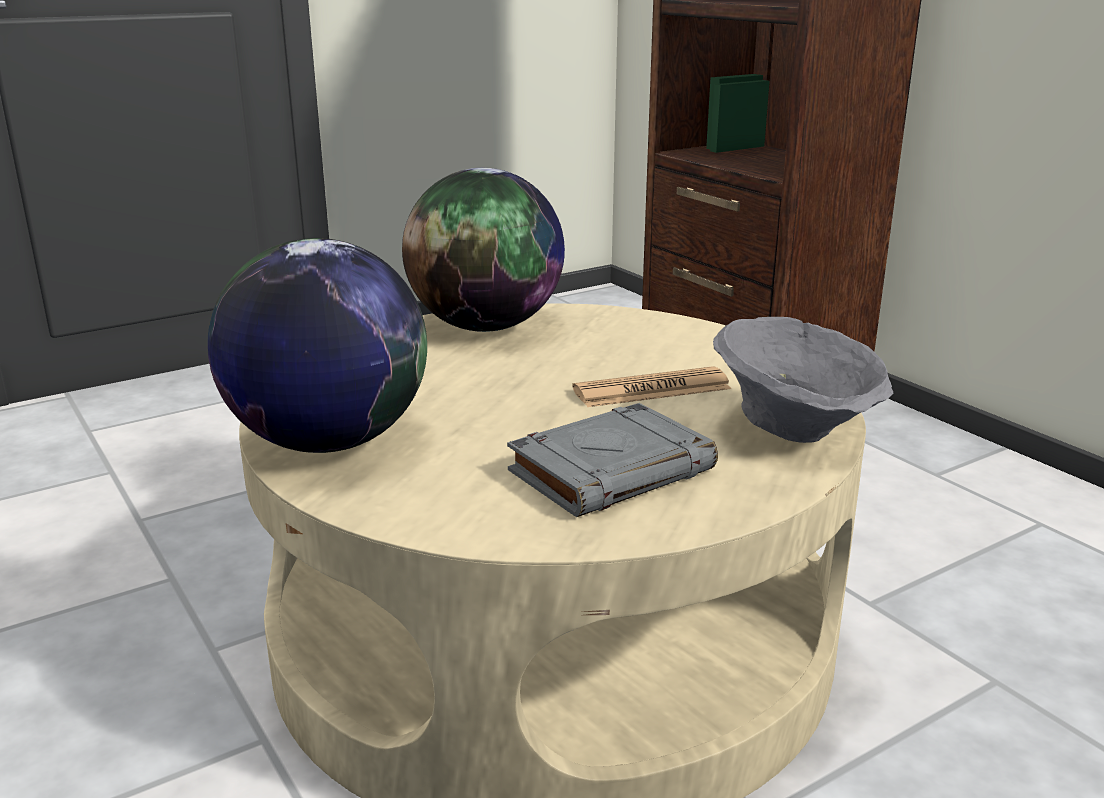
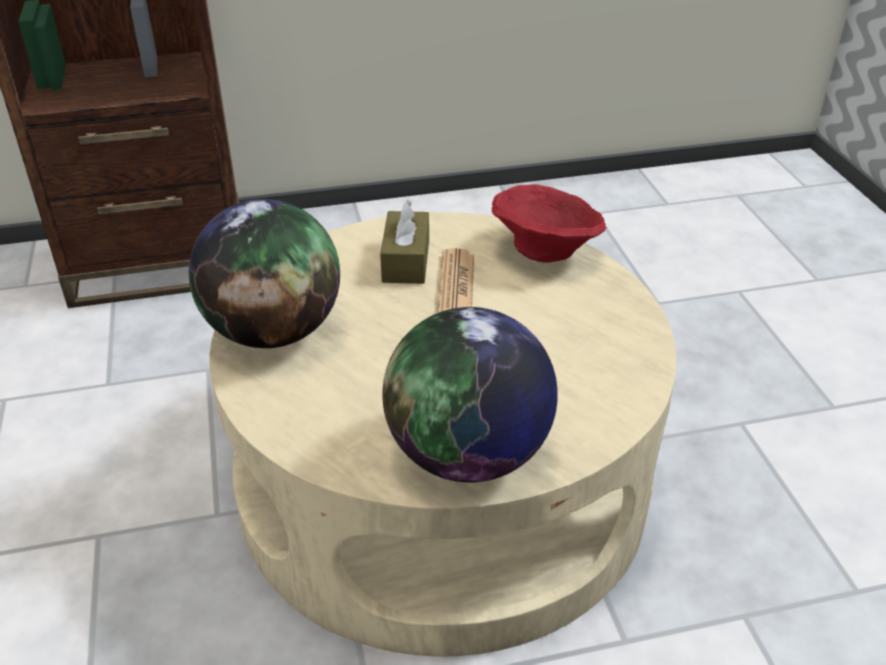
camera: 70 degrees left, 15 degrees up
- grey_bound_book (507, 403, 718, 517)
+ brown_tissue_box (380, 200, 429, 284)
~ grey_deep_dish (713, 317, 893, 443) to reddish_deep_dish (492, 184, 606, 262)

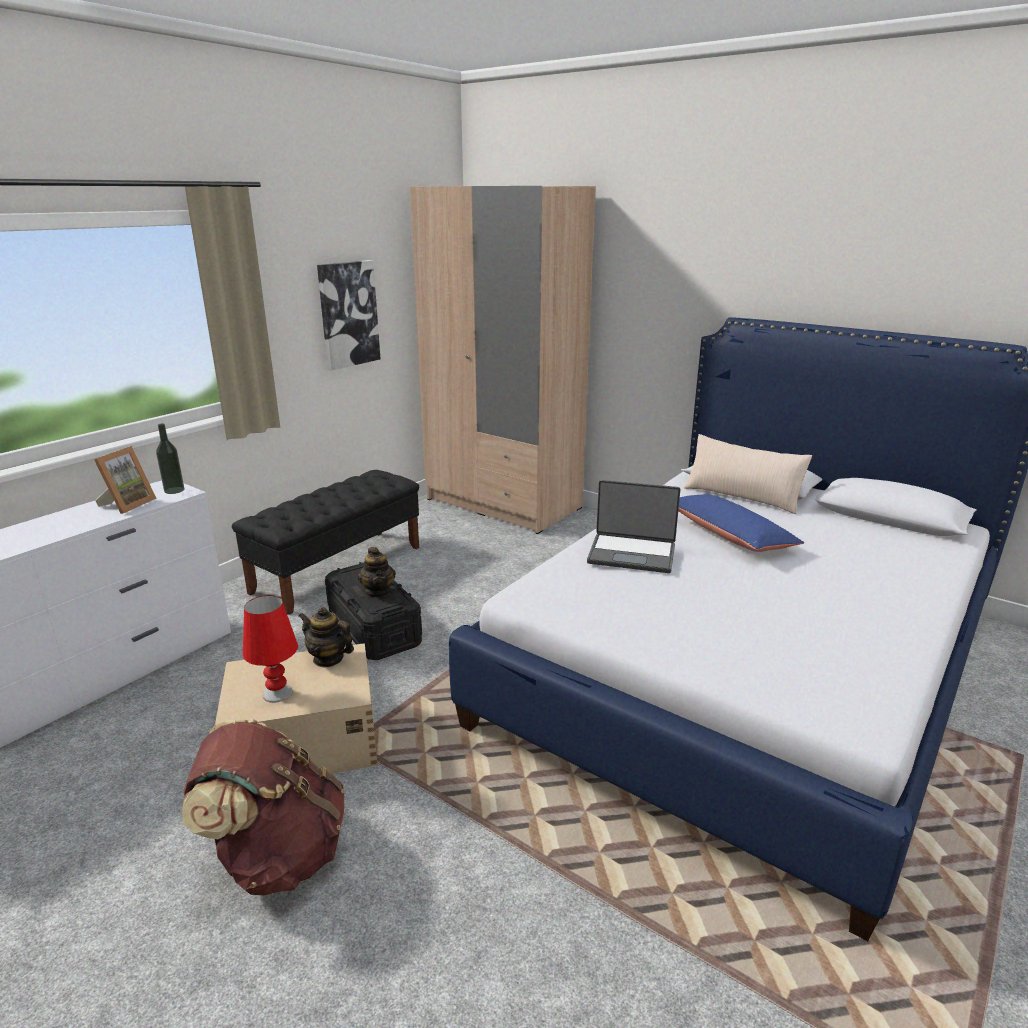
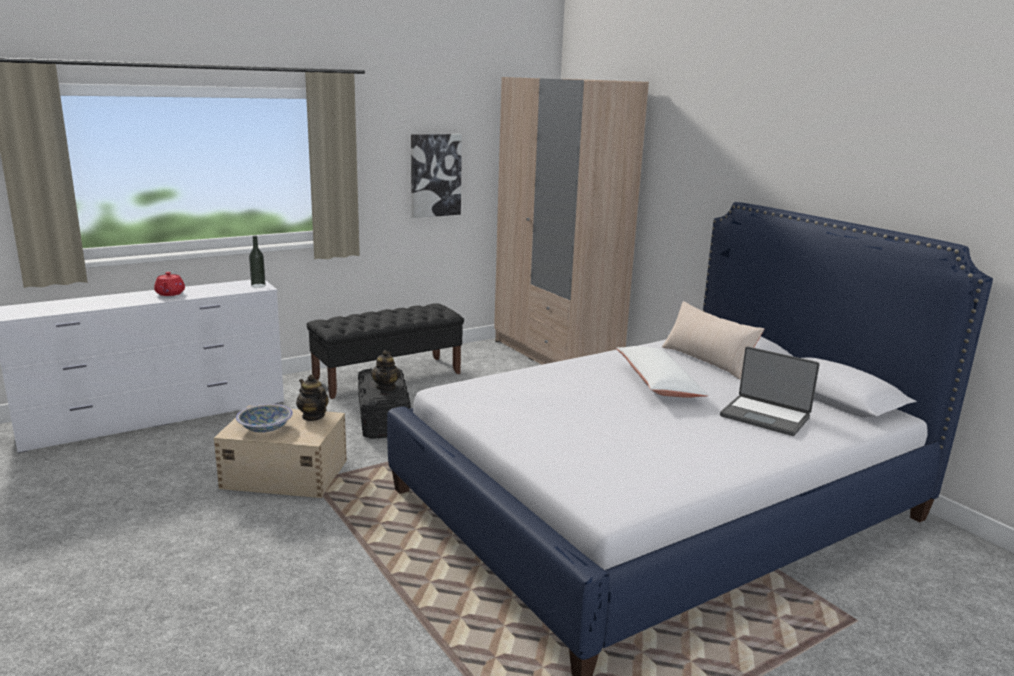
camera: 20 degrees right, 5 degrees down
- standing_frame (94, 446, 157, 514)
- brown_backpack (182, 719, 345, 895)
+ reddish_tea_pot (154, 272, 185, 296)
~ notebook_computer (587, 480, 681, 573) to (720, 347, 820, 436)
~ reddish_tabletop_lamp (243, 595, 298, 703) to deep_dish (236, 404, 293, 433)
~ blue_throw_pillow (678, 494, 804, 552) to whitish_throw_pillow (616, 346, 709, 398)

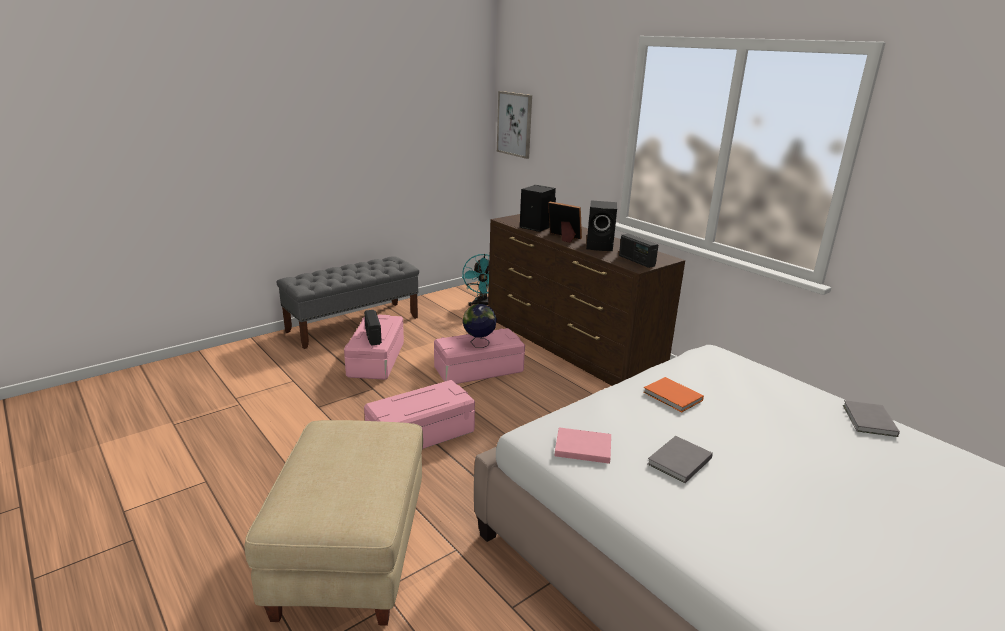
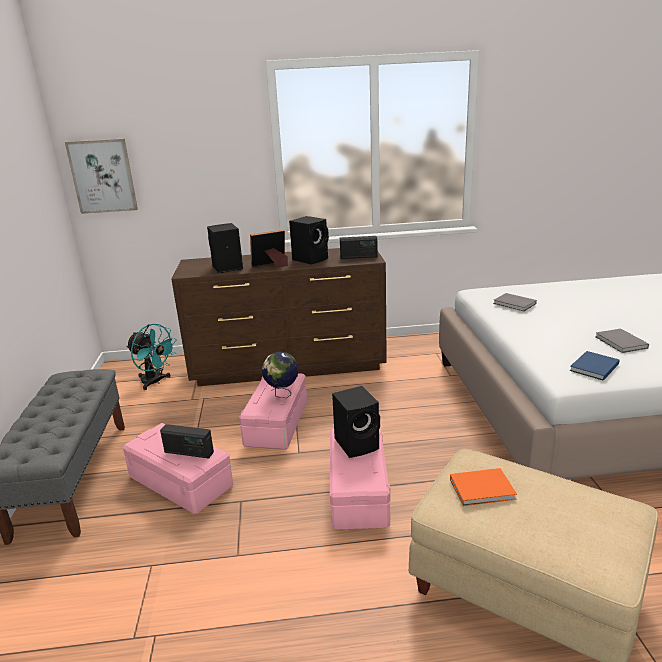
camera: 55 degrees left, 0 degrees up
+ blackish_audio_speaker (332, 386, 380, 458)
~ orangey_bound_book (643, 377, 704, 412) to (450, 468, 517, 506)
~ grey_bound_book (843, 400, 900, 437) to (493, 293, 537, 311)
~ pink_bound_book (555, 427, 611, 464) to blue_bound_book (570, 351, 620, 381)

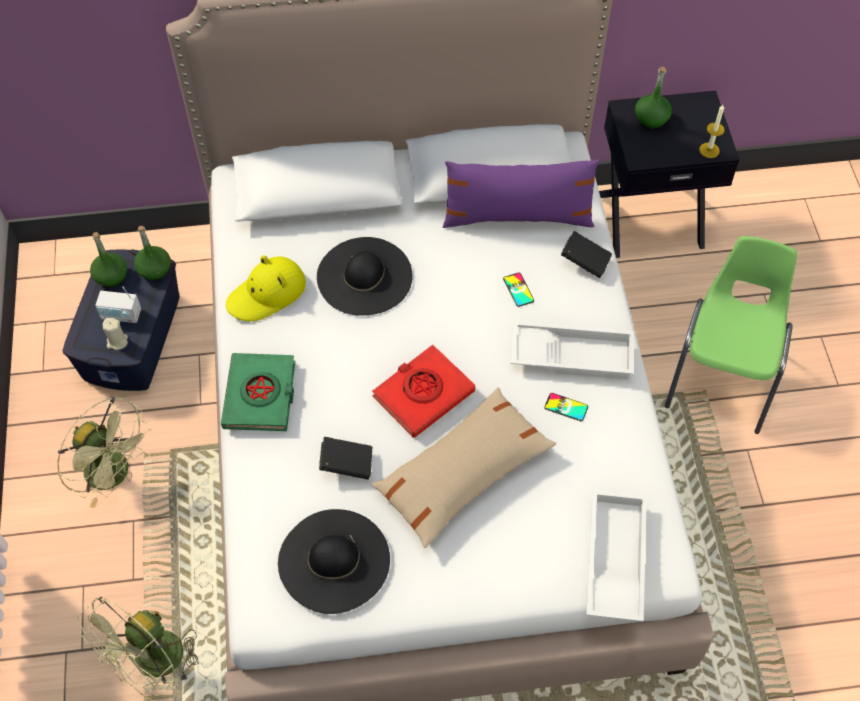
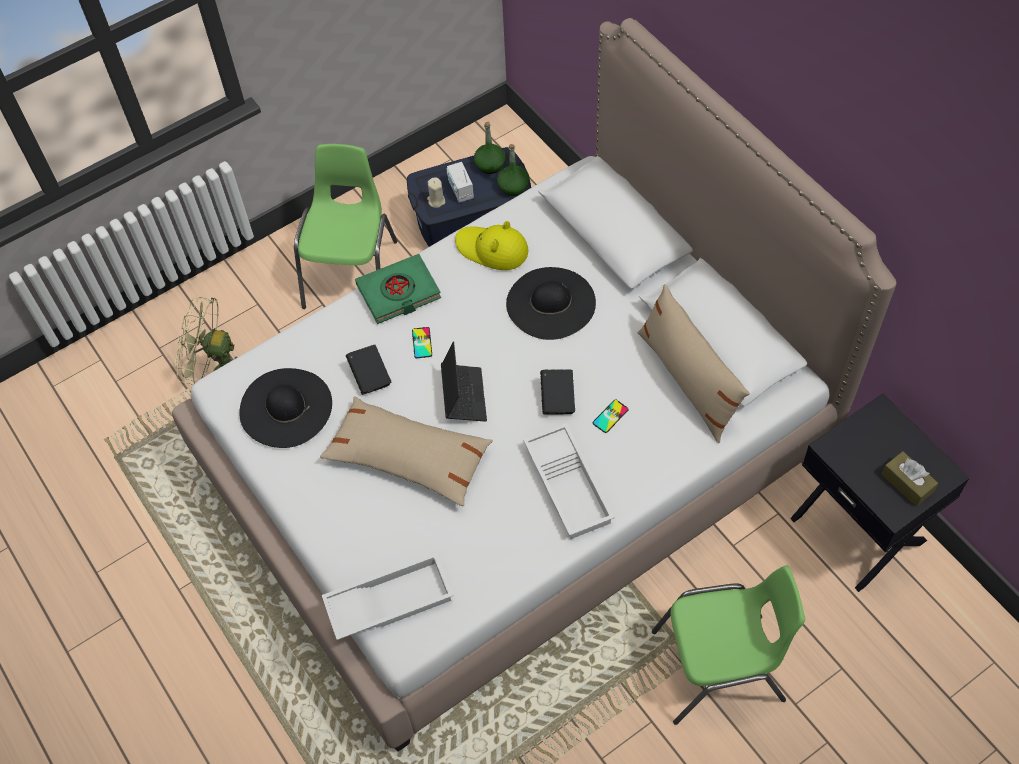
camera: 65 degrees right, 0 degrees up
- greenish_beverage_bottle (635, 67, 672, 129)
- wax_light (699, 105, 725, 158)
+ brown_tissue_box (882, 451, 938, 507)
~ telephone (544, 393, 588, 421) to (412, 327, 432, 358)
~ blackish_bound_book (561, 231, 612, 278) to (540, 370, 575, 415)
~ greenish_electric_fan (58, 397, 152, 508) to greenish_plain_chair (294, 144, 398, 309)
~ reddish_bound_book (372, 345, 475, 438) to notebook_computer (441, 341, 487, 421)
~ purple-coloured_throw_pillow (443, 159, 600, 228) to sand-coloured_throw_pillow (638, 284, 750, 443)

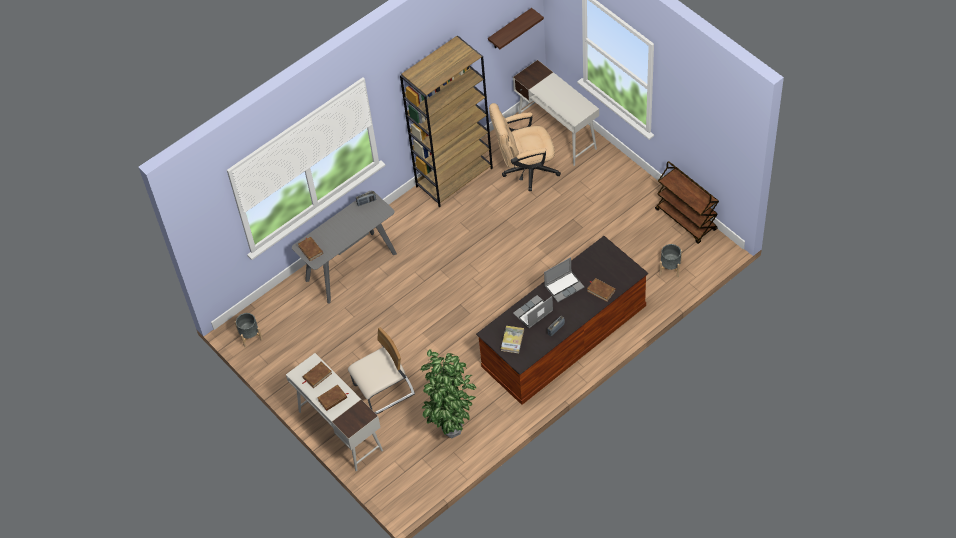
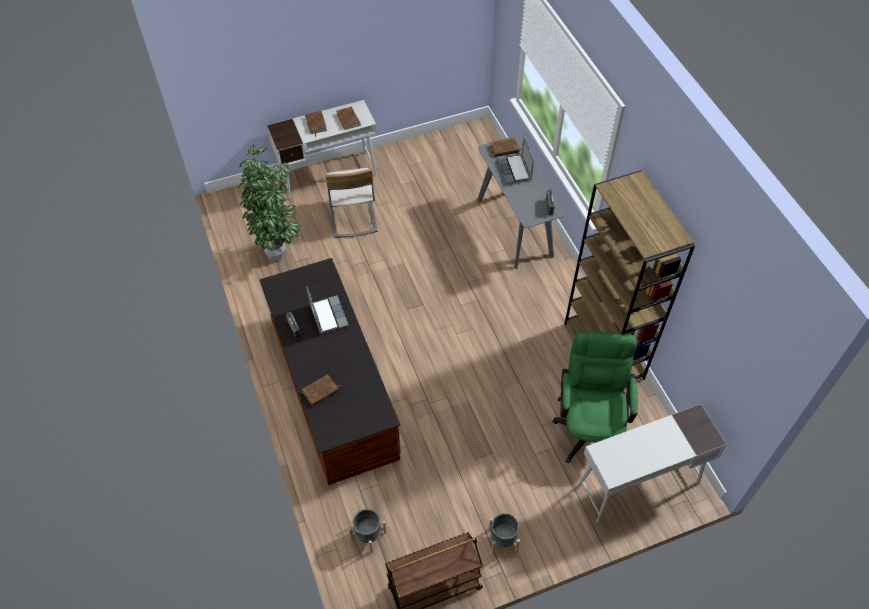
camera: 105 degrees right, 0 degrees up
- bracket_shelf (488, 8, 544, 49)
- bound_book (501, 326, 524, 353)
~ grey_planter (235, 313, 263, 347) to (488, 513, 520, 554)
~ notebook_computer (544, 257, 584, 302) to (497, 136, 534, 184)
~ sand-coloured_office_chair (489, 103, 561, 191) to greenish_office_chair (553, 332, 638, 464)

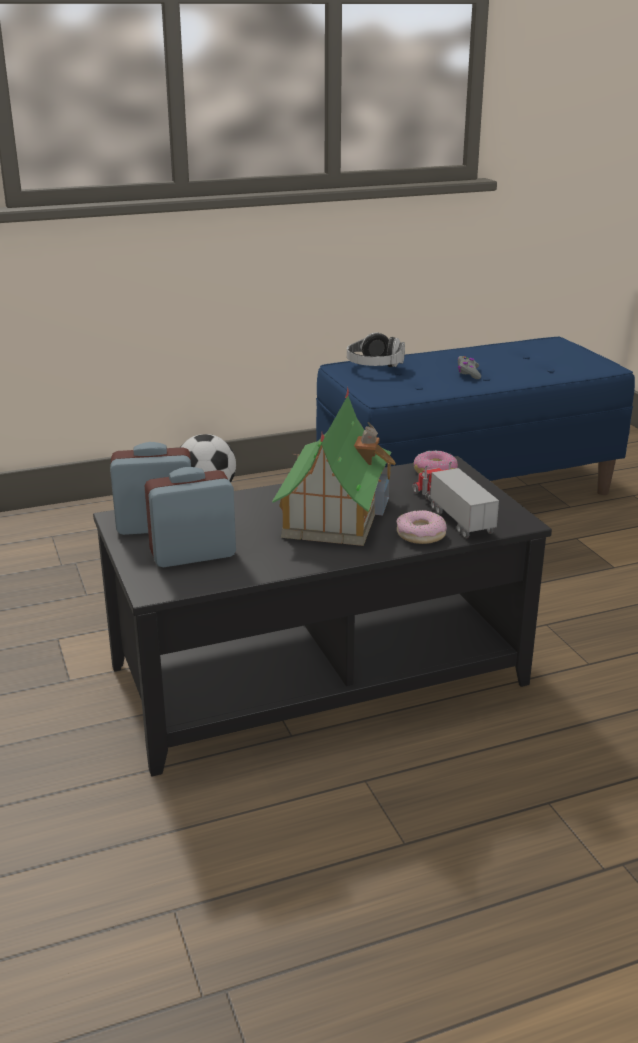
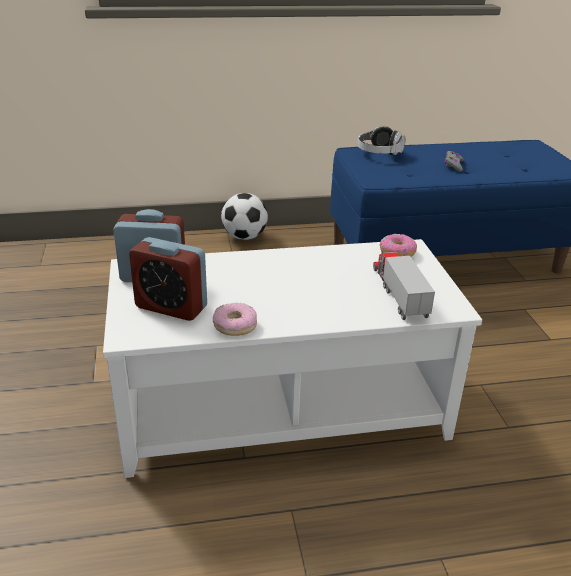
camera: 10 degrees right, 5 degrees up
- toy_house (272, 386, 396, 546)
~ ring_doughnut (396, 510, 447, 544) to (213, 303, 257, 336)
~ blackish_low_table (93, 456, 552, 777) to whitish_low_table (103, 239, 482, 478)
~ bedside_clock (145, 467, 236, 567) = (129, 237, 207, 321) 150 degrees counterclockwise

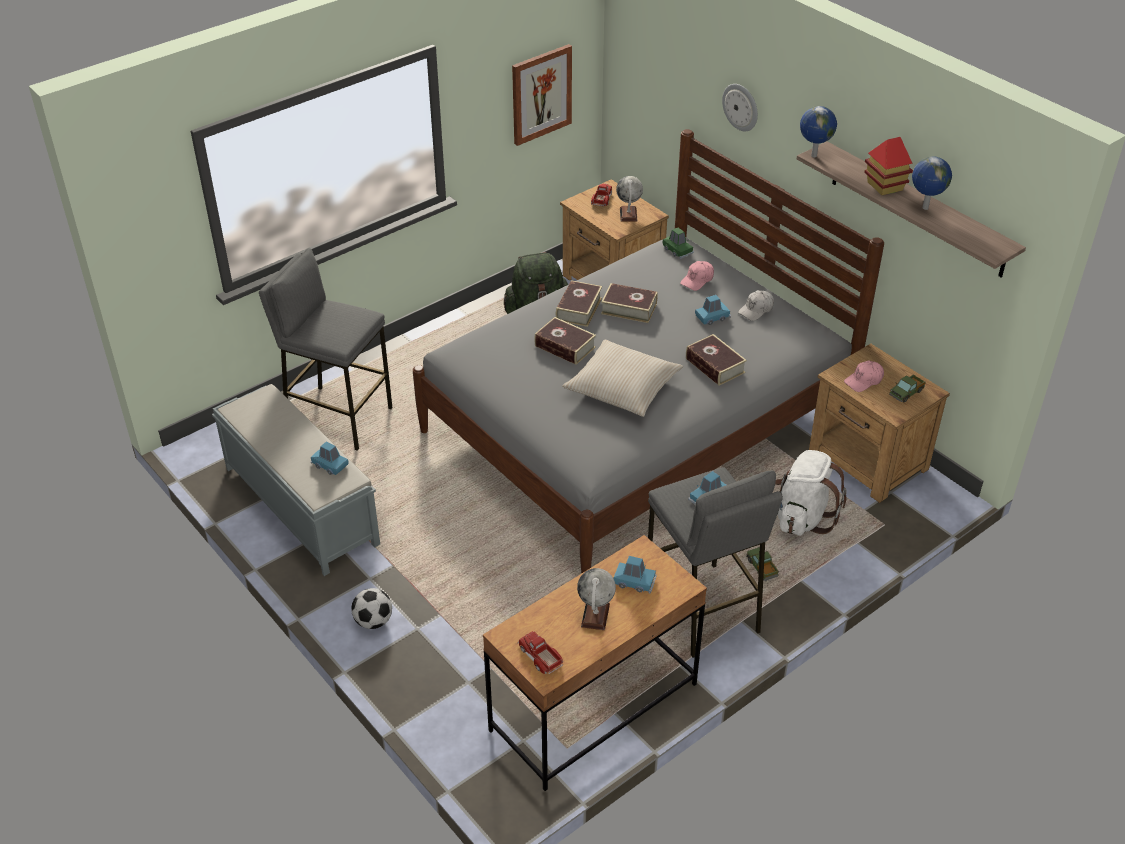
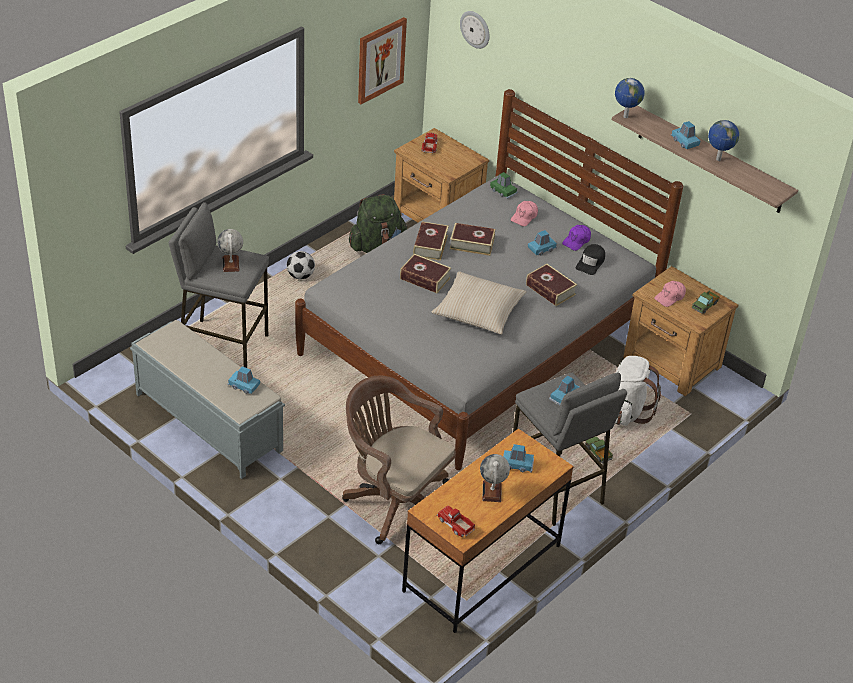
camera: 10 degrees left, 0 degrees up
+ brown_office_chair (342, 376, 456, 544)
+ blackish_cap (576, 244, 605, 275)
~ football_ball (351, 588, 392, 629) to (287, 251, 315, 280)
~ globe (616, 176, 643, 221) to (217, 229, 243, 272)
~ clock_on_the_wall (722, 84, 758, 131) to (460, 11, 490, 49)
~ toy_house (864, 137, 913, 195) to blue_miniature_car (671, 121, 700, 149)
~ whitish_cap (738, 290, 774, 321) to purple-coloured_cap (562, 225, 591, 251)

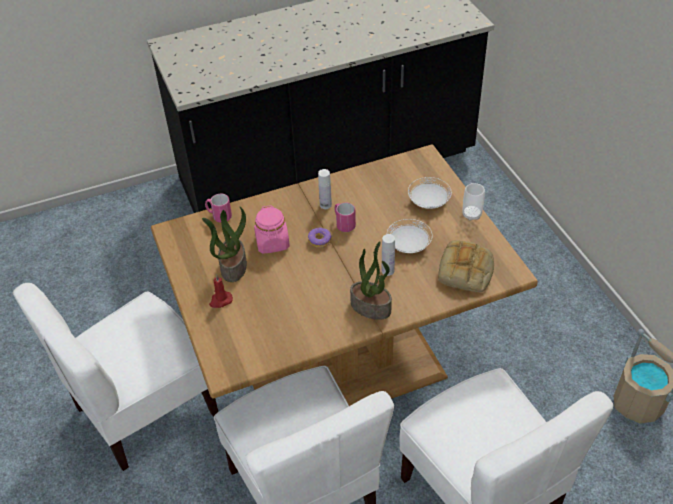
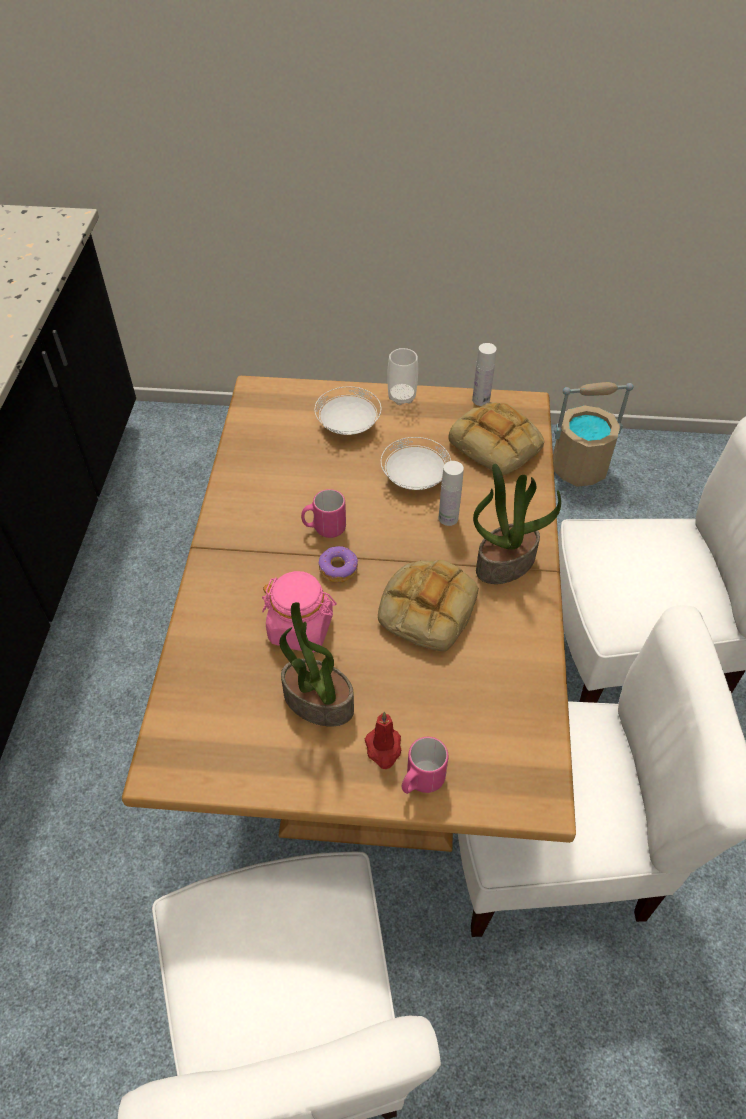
camera: 65 degrees left, 5 degrees up
+ bakery_bread (378, 560, 479, 652)
~ pink_mug (205, 194, 232, 223) to (402, 737, 448, 794)
~ whitish_beverage_bottle (318, 169, 332, 209) to (472, 343, 497, 406)

